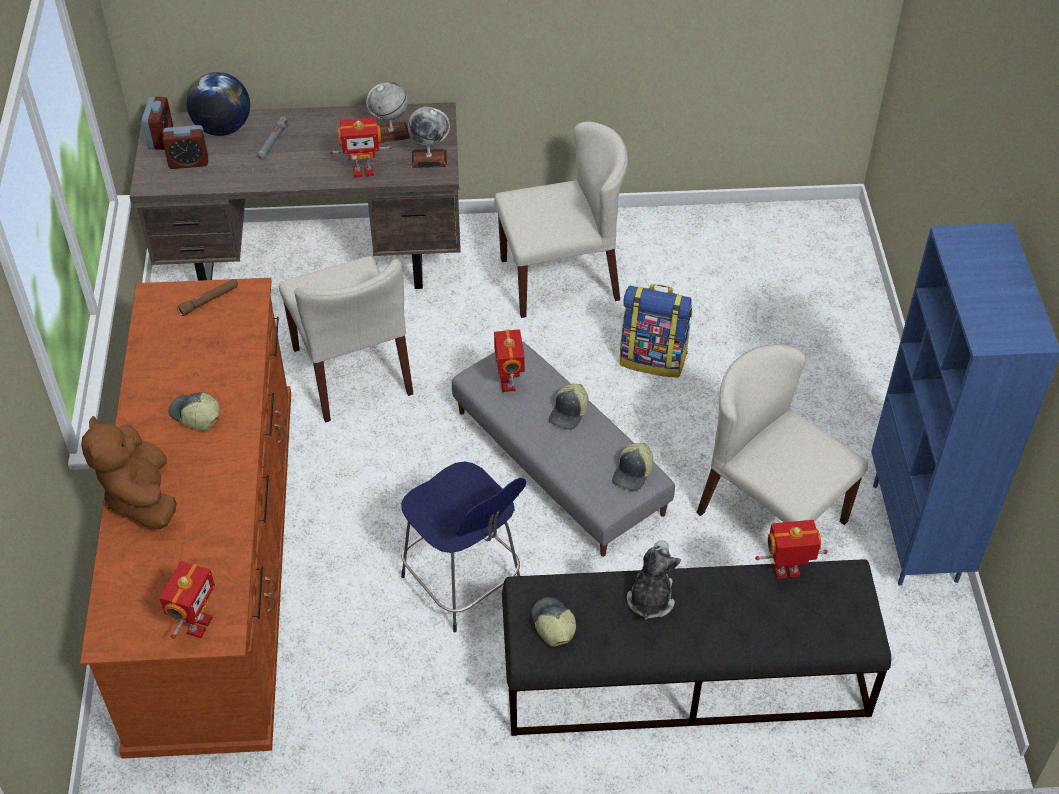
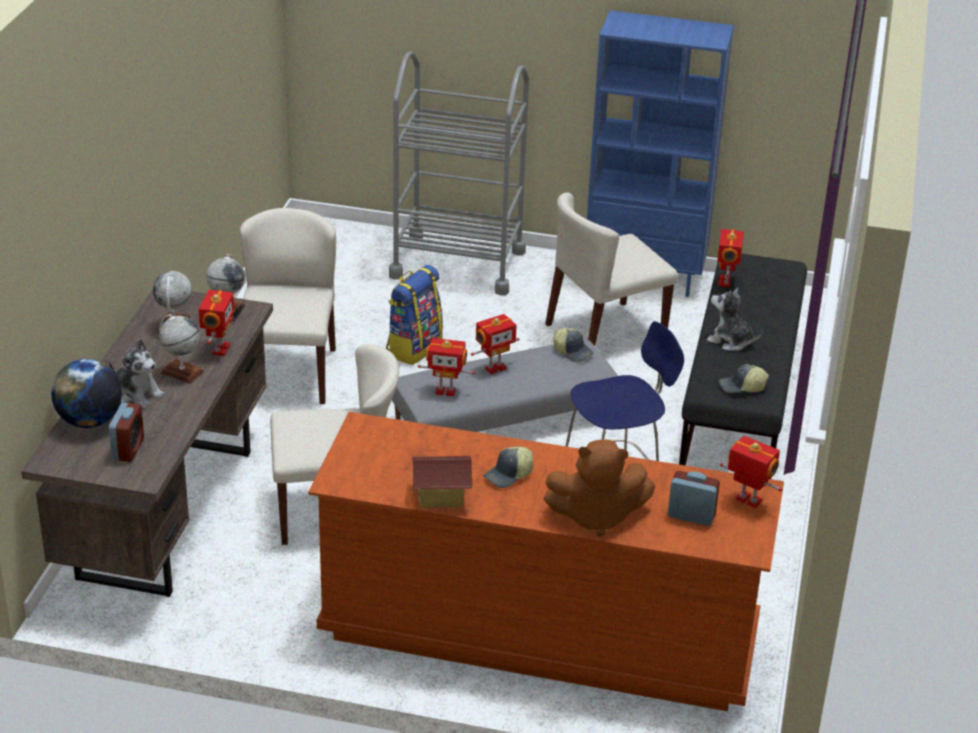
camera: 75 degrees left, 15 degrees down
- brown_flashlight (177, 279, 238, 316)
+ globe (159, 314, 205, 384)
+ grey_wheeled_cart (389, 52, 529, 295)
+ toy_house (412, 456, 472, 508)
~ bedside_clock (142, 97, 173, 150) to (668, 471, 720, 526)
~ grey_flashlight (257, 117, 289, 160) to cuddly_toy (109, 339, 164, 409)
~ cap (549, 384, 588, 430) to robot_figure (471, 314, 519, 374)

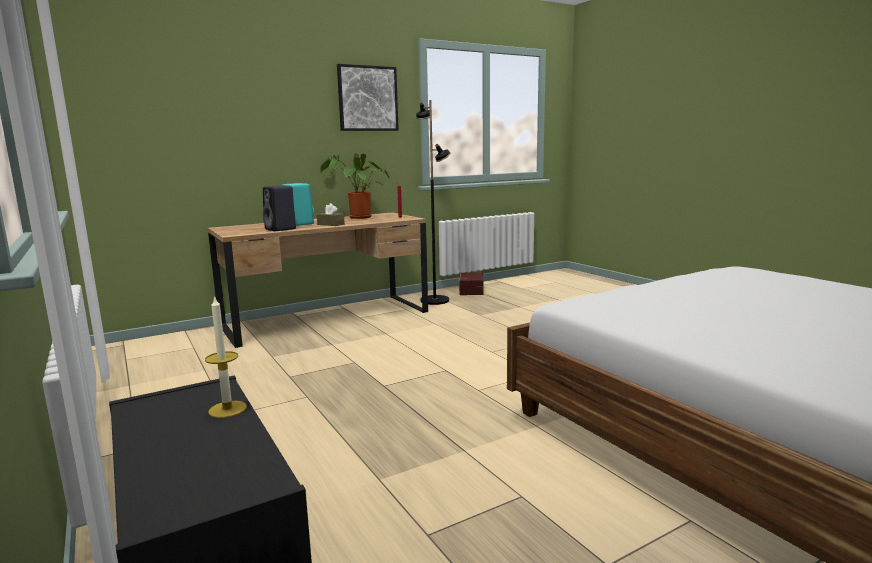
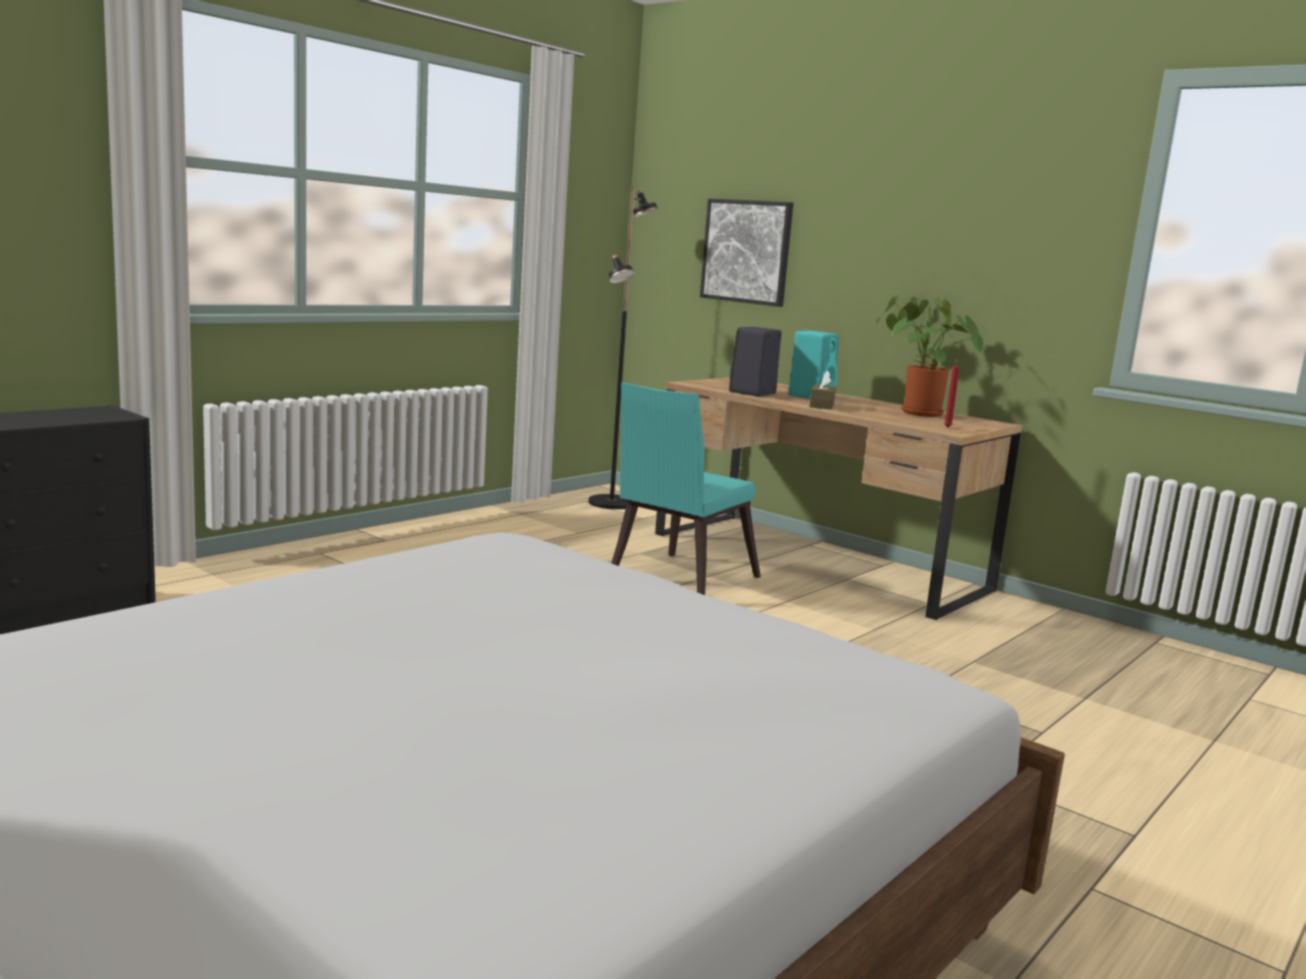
camera: 70 degrees right, 0 degrees up
- wax_light (205, 295, 247, 418)
- brown_storage_bin (458, 273, 484, 295)
+ turquoise-coloured_plain_chair (611, 382, 761, 595)
~ wall_picture (337, 64, 399, 131) to (700, 199, 793, 307)
~ blackish_floor_lamp (416, 100, 451, 305) to (589, 187, 659, 509)

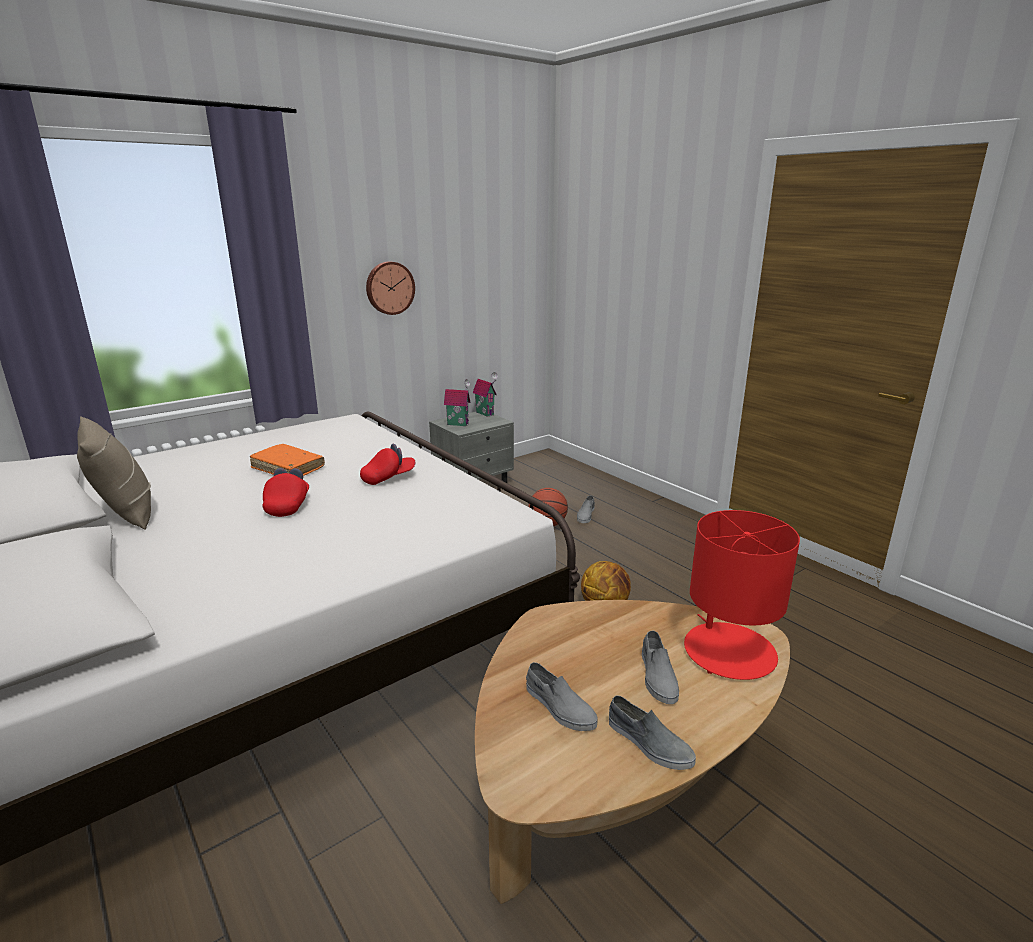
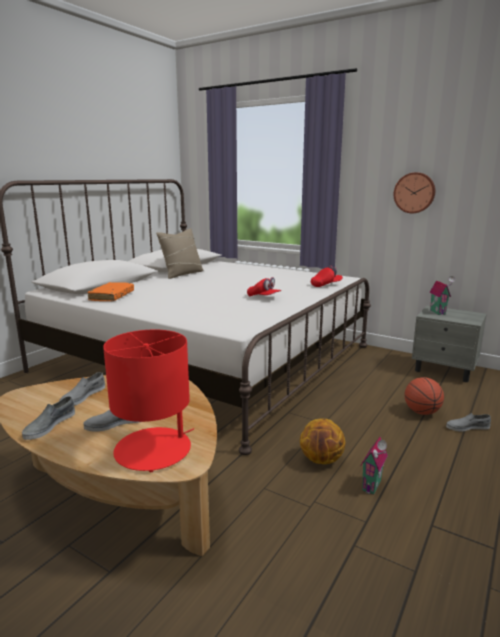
camera: 70 degrees right, 5 degrees down
~ orangey_bound_book (250, 444, 325, 476) to (87, 282, 134, 302)
~ reddish_cap (262, 468, 309, 517) to (311, 265, 343, 287)
~ toy_house (473, 372, 498, 417) to (360, 437, 388, 495)

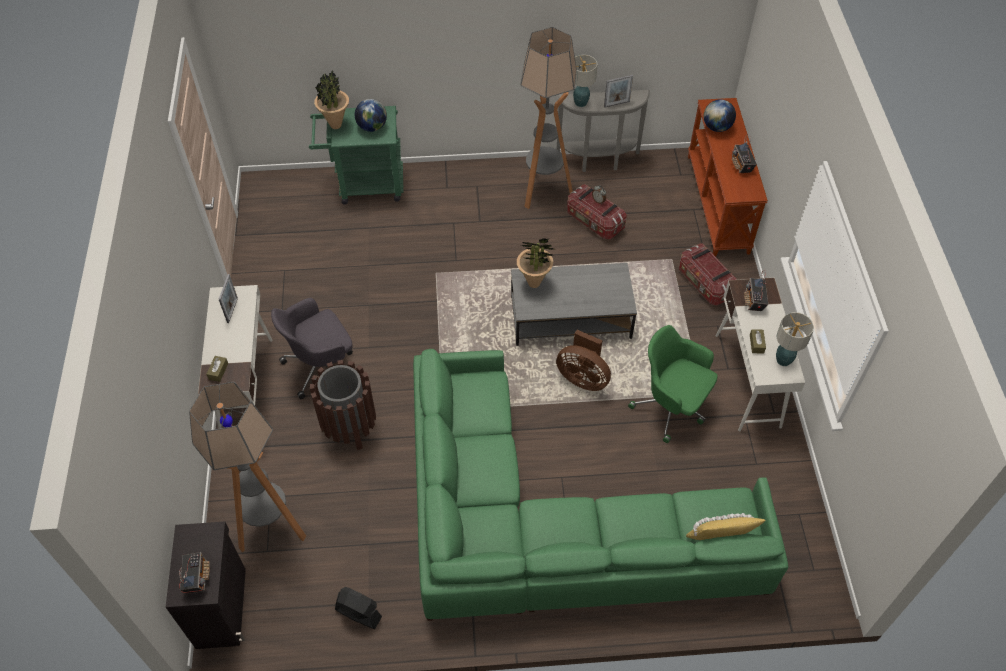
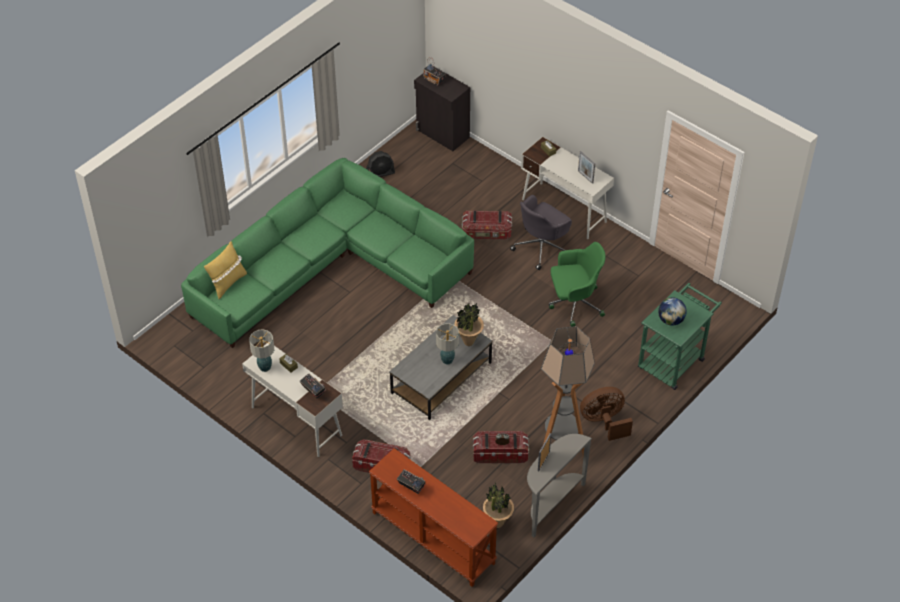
camera: 135 degrees right, 5 degrees down
- floor_lamp (189, 382, 306, 552)
- globe (704, 99, 736, 132)
~ potted_plant (314, 70, 349, 129) to (483, 483, 514, 528)
~ brown_electric_fan (556, 330, 611, 391) to (580, 387, 633, 441)
~ tabletop_lamp (573, 55, 598, 107) to (436, 323, 459, 364)
~ greenish_office_chair (628, 325, 718, 443) to (549, 242, 605, 327)
~ brown_trash_can (310, 360, 376, 450) to storage_bin (462, 210, 512, 239)
~ grey_office_chair (271, 298, 353, 399) = (510, 195, 572, 270) 150 degrees counterclockwise

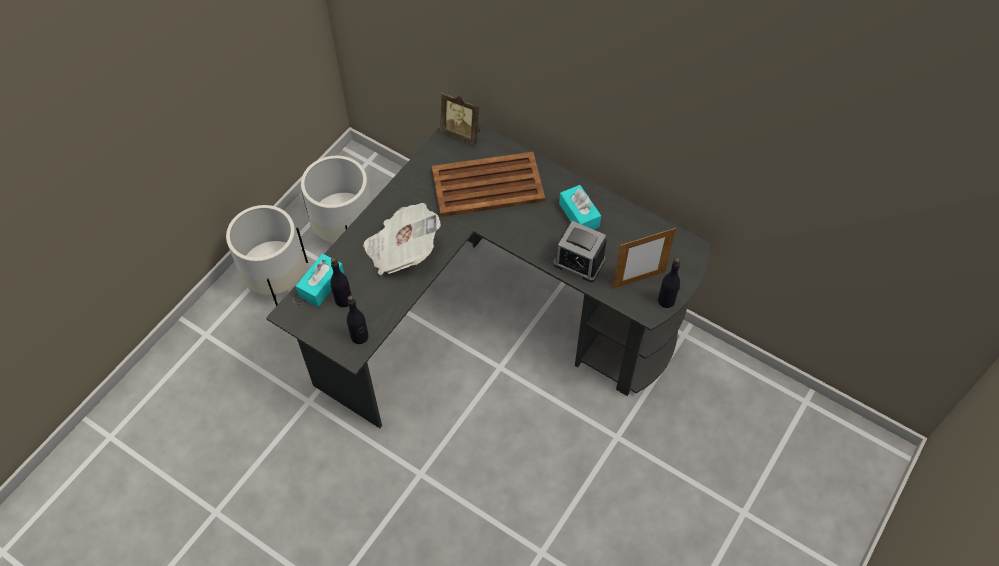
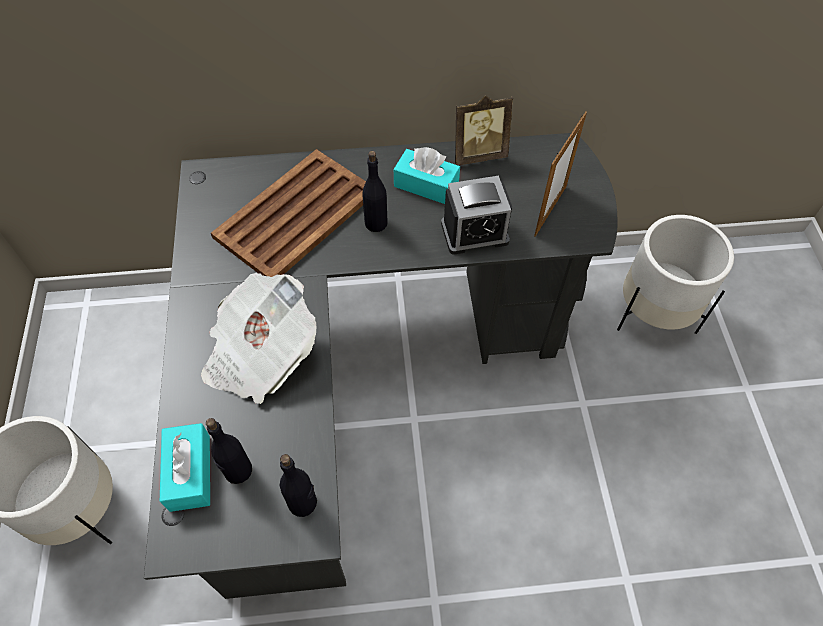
camera: 40 degrees left, 0 degrees up
~ whitish_planter (301, 155, 371, 243) to (617, 215, 734, 334)
~ standing_frame (440, 93, 480, 145) to (455, 95, 513, 165)
~ blackish_beverage_bottle (658, 258, 680, 308) to (362, 151, 388, 232)

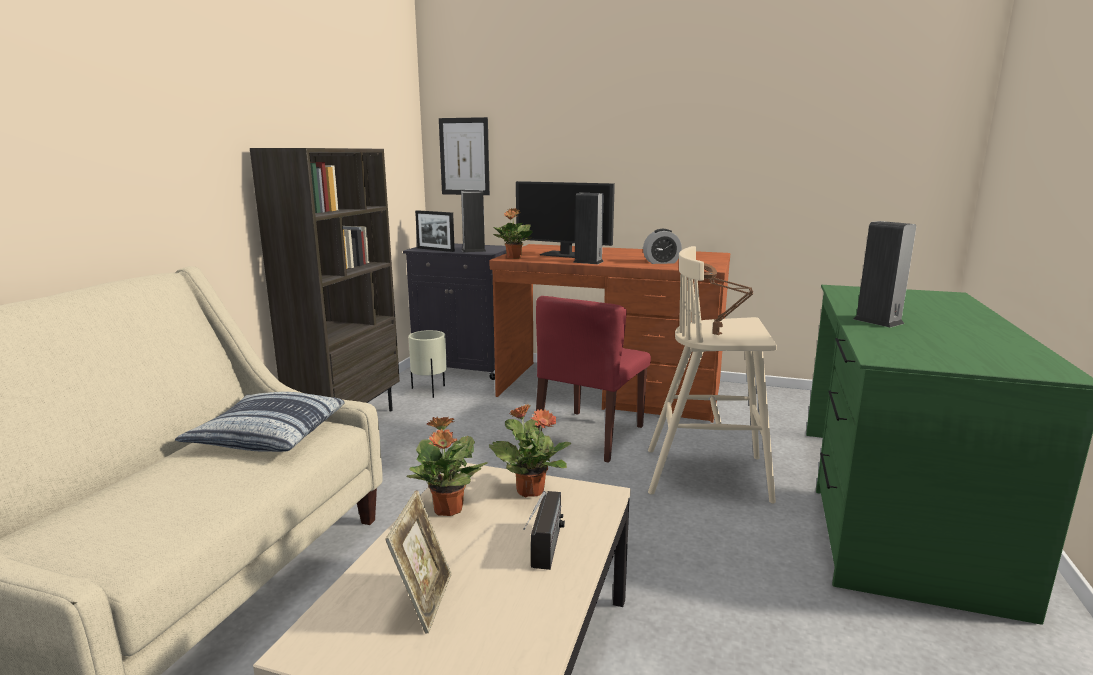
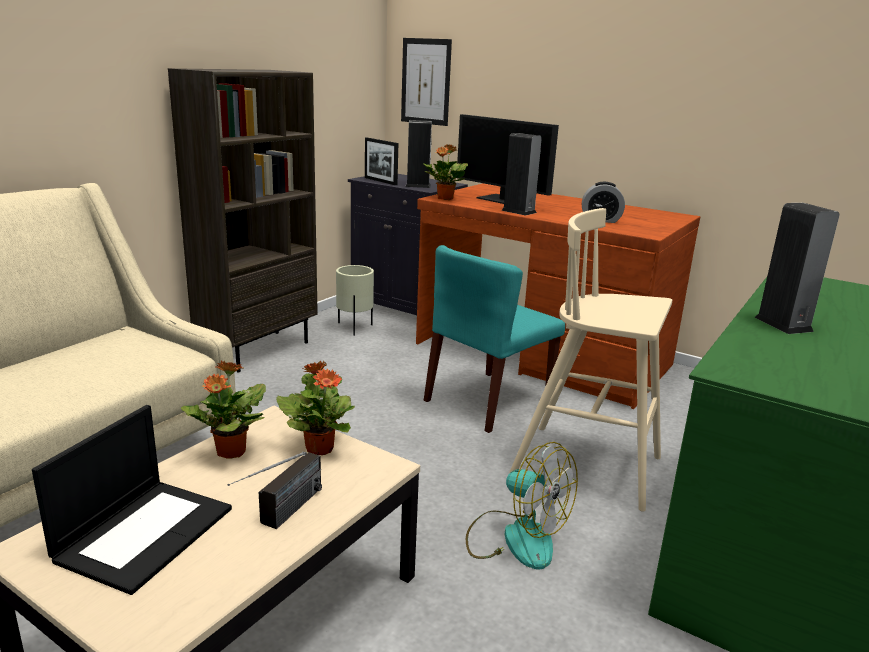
camera: 15 degrees right, 5 degrees up
- throw_pillow (175, 392, 345, 452)
- brown_tabletop_lamp (704, 263, 753, 335)
+ electric_fan (466, 442, 578, 569)
~ standing_frame (385, 490, 452, 634) to notebook_computer (32, 405, 232, 595)
~ reddish_plain_chair (536, 296, 651, 463) to turquoise-coloured_plain_chair (424, 245, 565, 433)

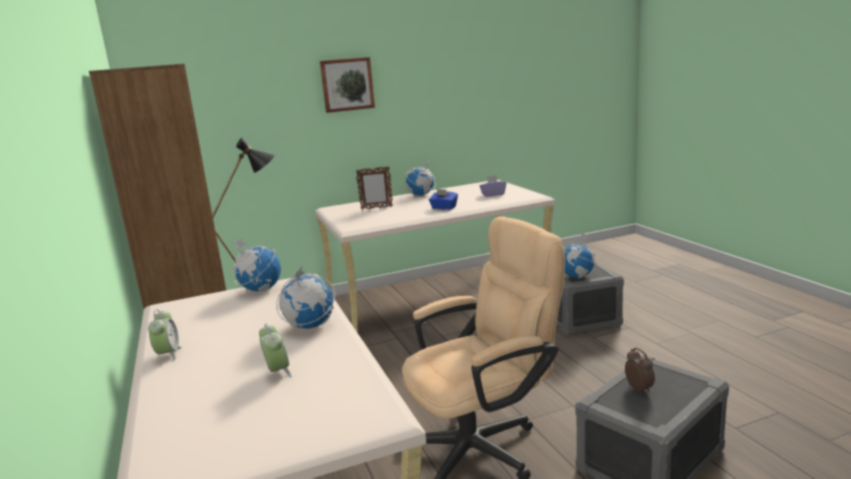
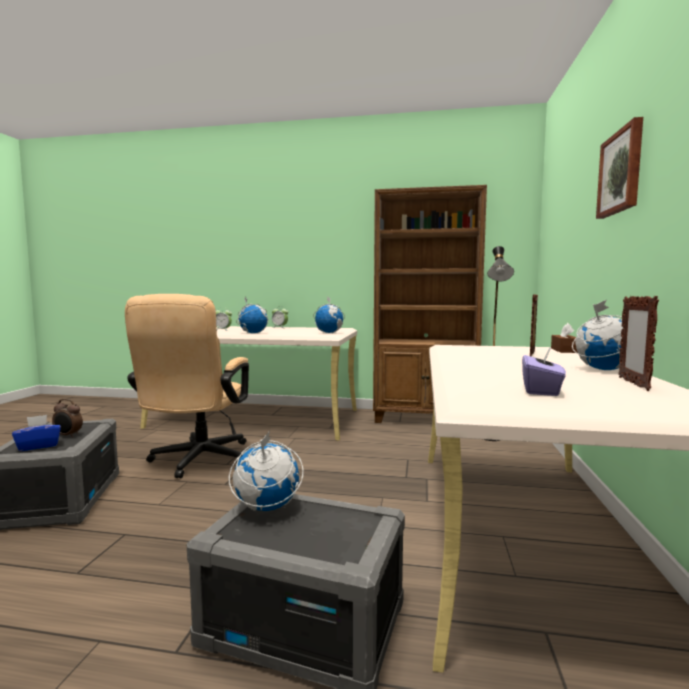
camera: 120 degrees right, 10 degrees down
+ brown_tissue_box (551, 323, 578, 353)
+ standing_frame (618, 295, 659, 391)
~ blue_tissue_box (429, 189, 458, 210) to (12, 415, 61, 451)

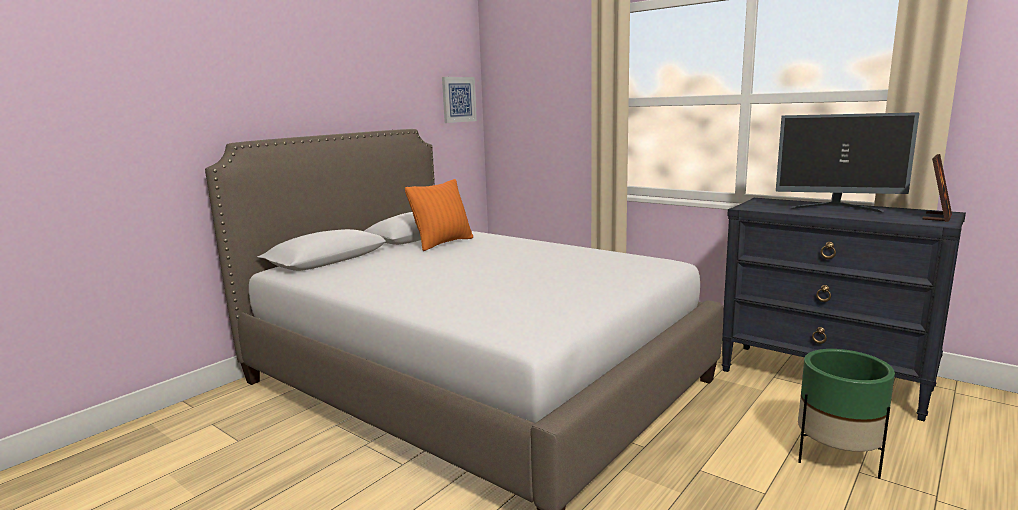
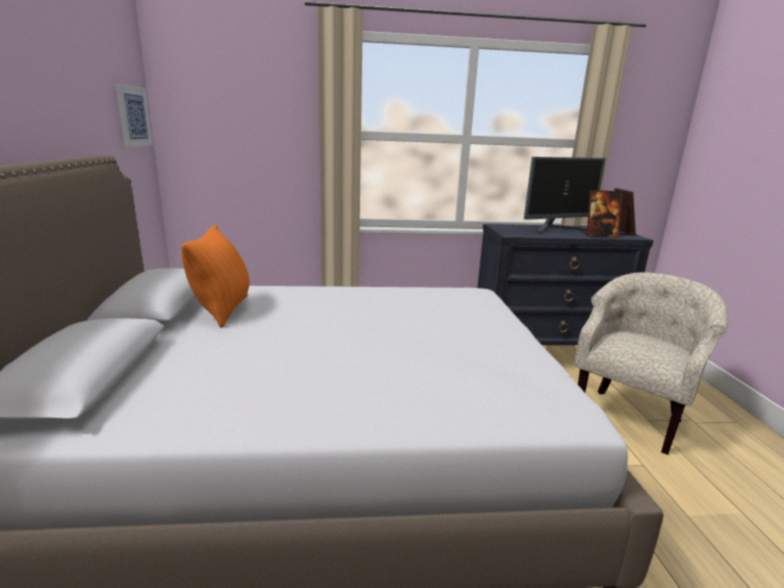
camera: 45 degrees left, 5 degrees up
+ standing_frame (583, 190, 622, 238)
~ greenish_planter (798, 349, 895, 479) to sand-coloured_easy_chair (574, 272, 728, 455)

